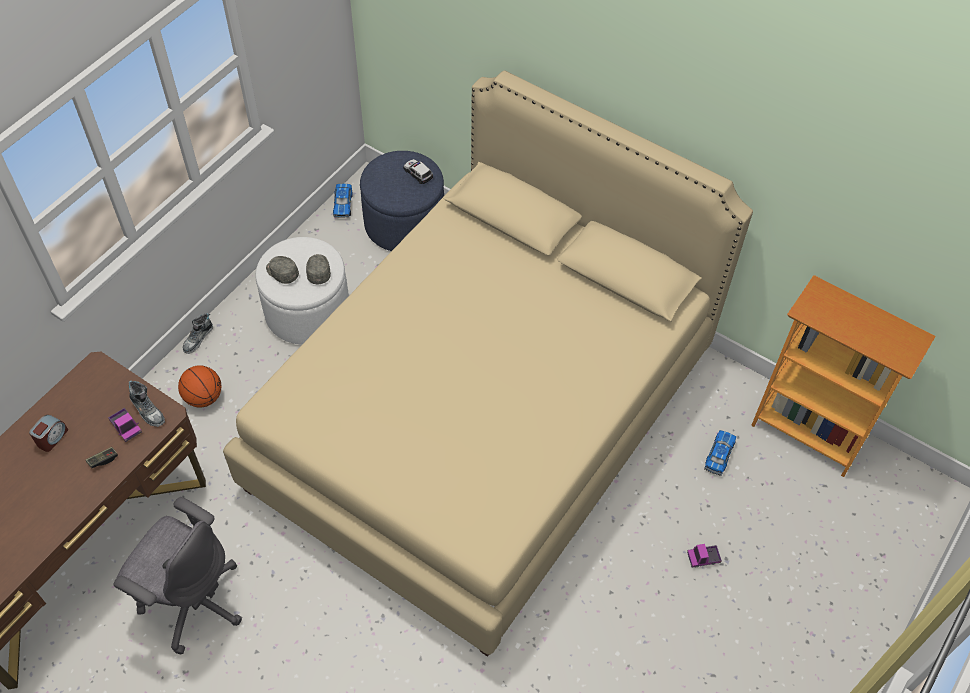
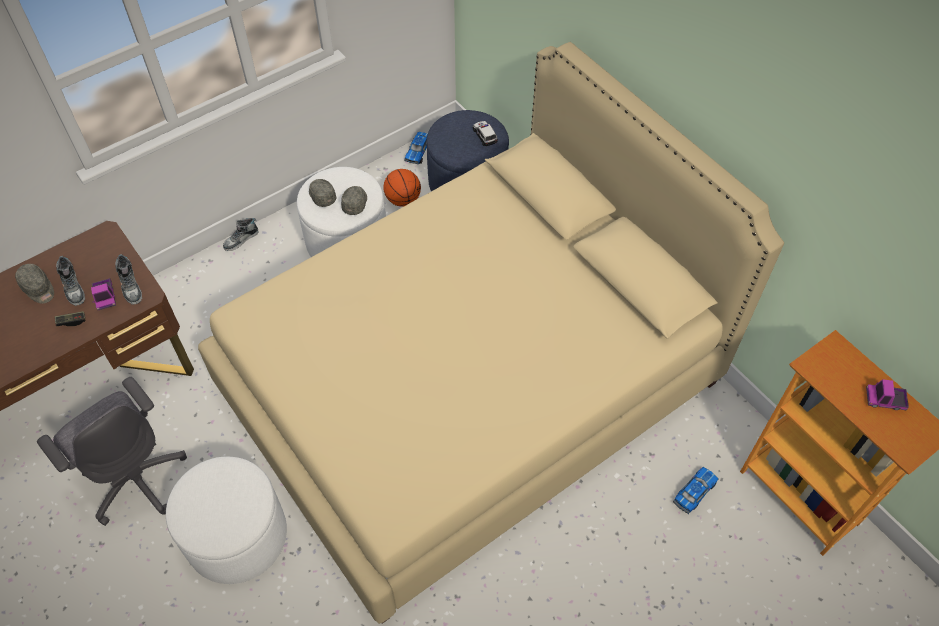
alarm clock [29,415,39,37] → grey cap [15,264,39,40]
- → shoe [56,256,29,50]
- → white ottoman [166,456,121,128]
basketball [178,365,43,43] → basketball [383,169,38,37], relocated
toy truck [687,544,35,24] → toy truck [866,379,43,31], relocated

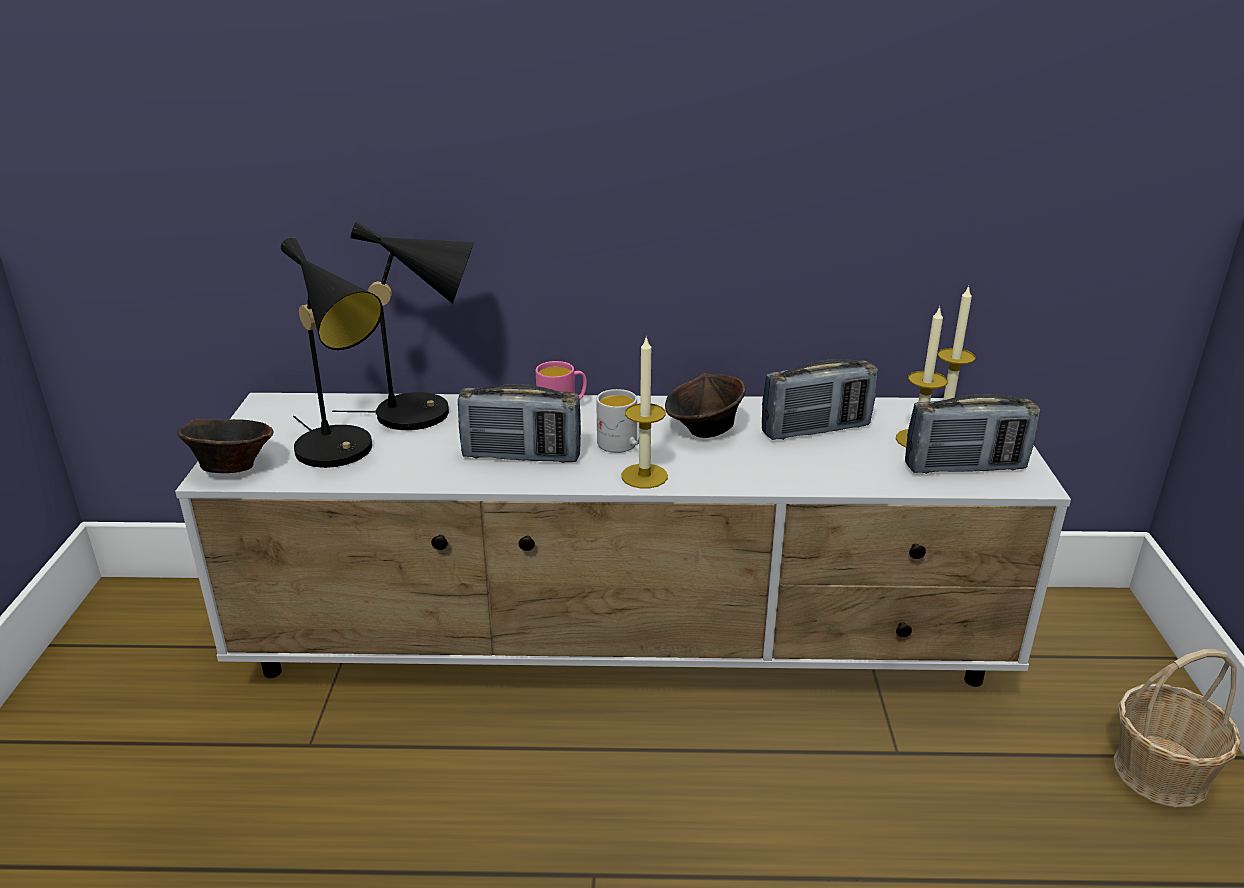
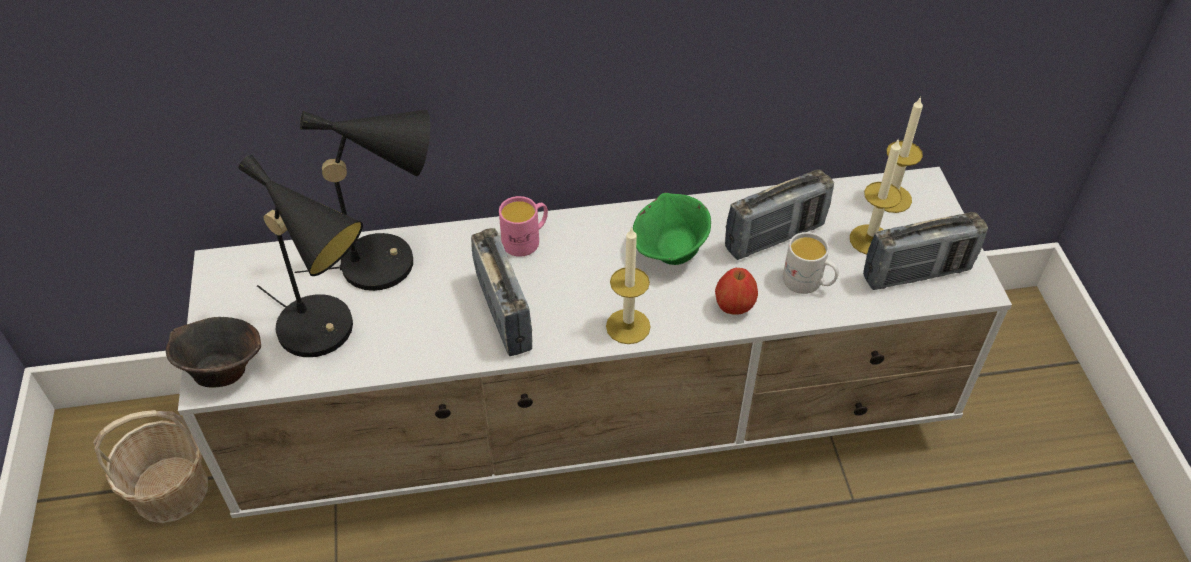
basket [1114,649,127,158] → basket [93,410,115,113], relocated
radio [458,384,123,79] → radio [471,228,61,128], 105 degrees counterclockwise
brown bowl [665,373,81,65] → green bowl [633,193,78,72]
- → apple [715,268,43,47]
white mug [596,389,43,64] → white mug [783,232,56,62], relocated

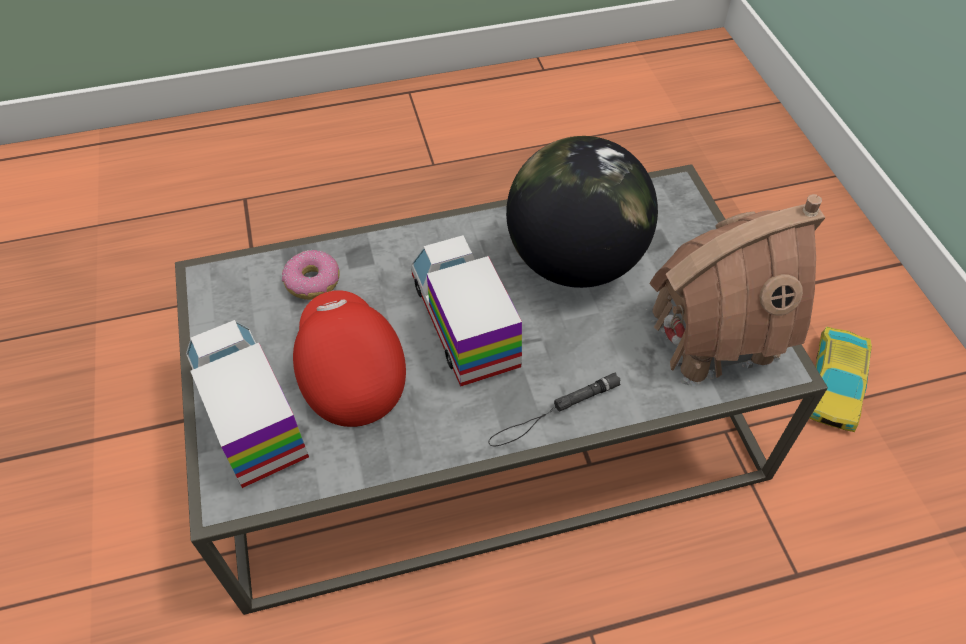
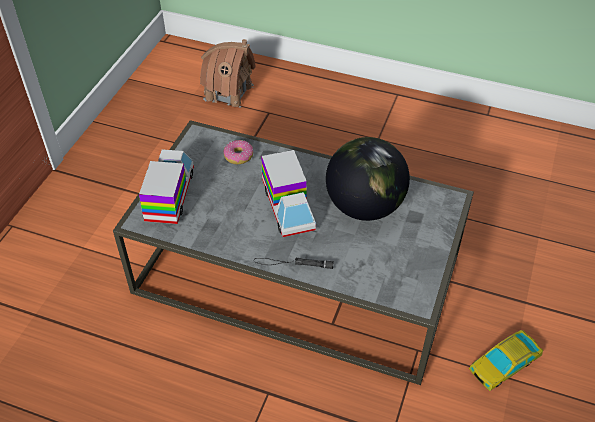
toy house [646,194,179,193] → toy house [200,39,56,70], relocated
toy truck [411,235,111,152] → toy truck [262,150,54,87], 150 degrees clockwise
red cap [293,290,113,137] → -

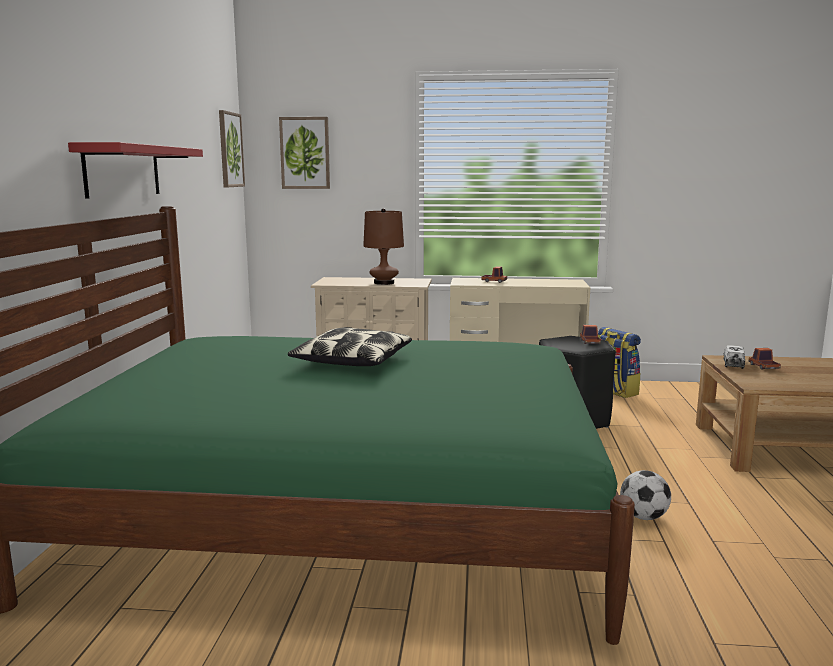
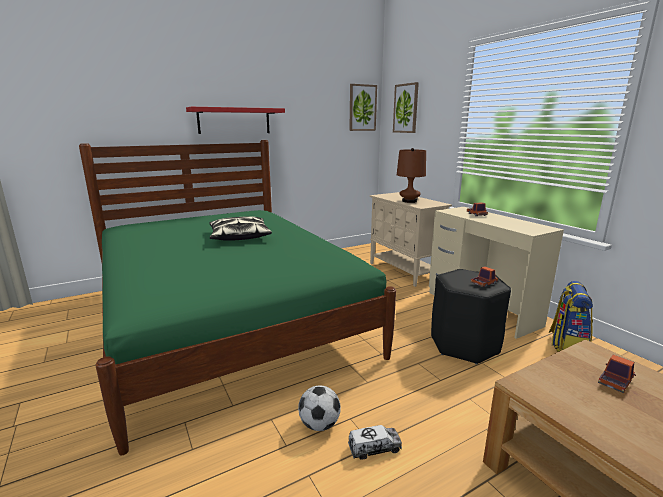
toy truck [723,345,22,24] → toy truck [348,425,54,35], relocated

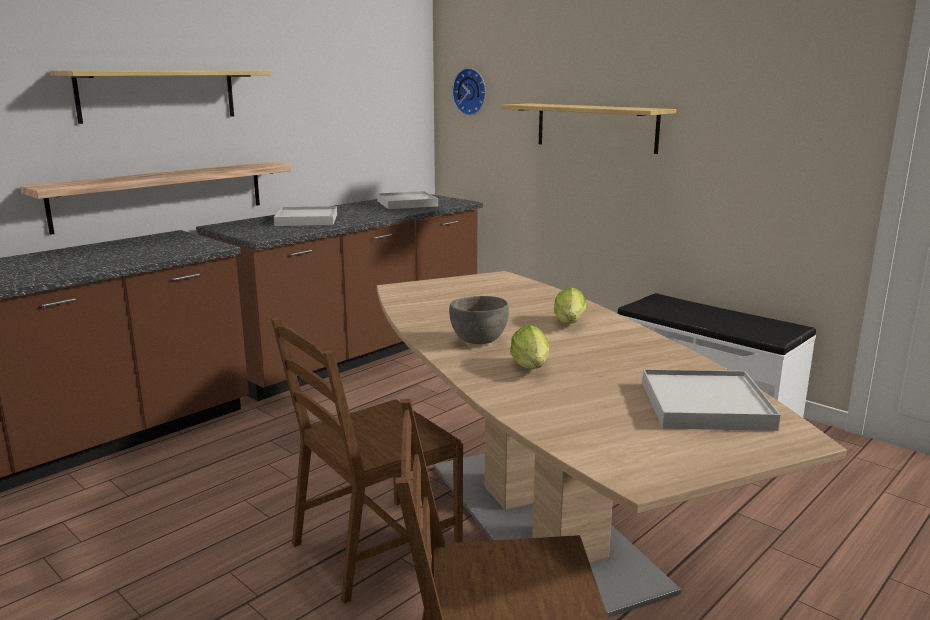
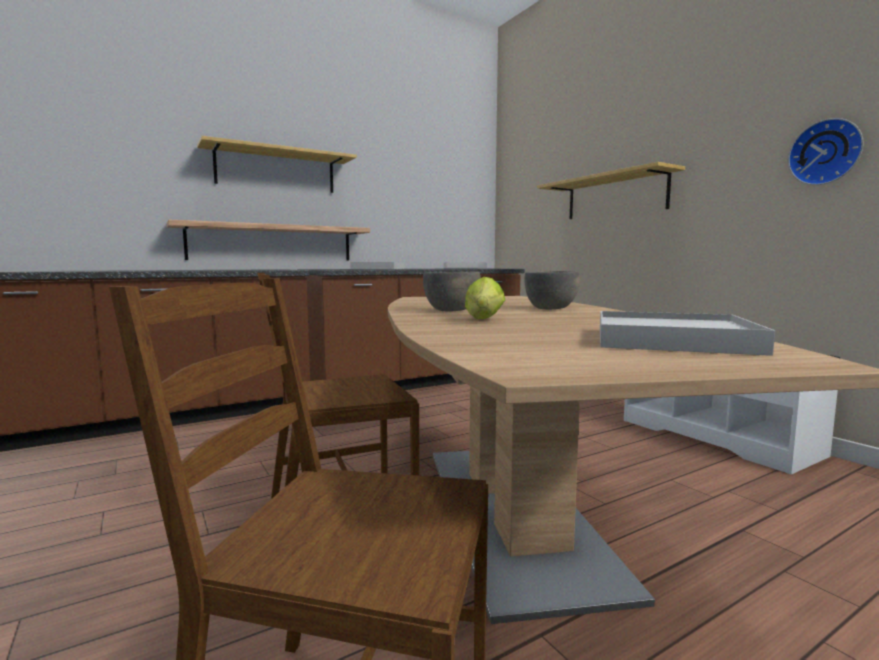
lettuce [554,287,33,37] → grey bowl [524,271,56,38]
wall clock [452,68,34,48] → wall clock [788,118,76,67], relocated

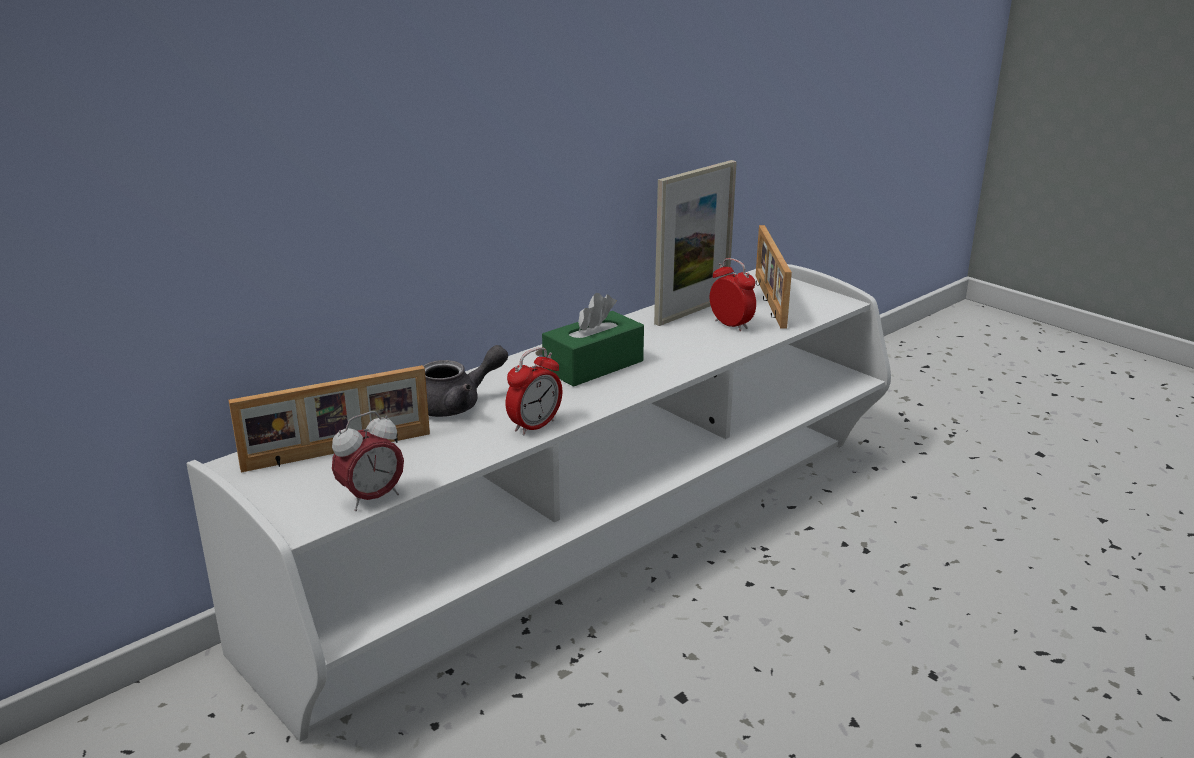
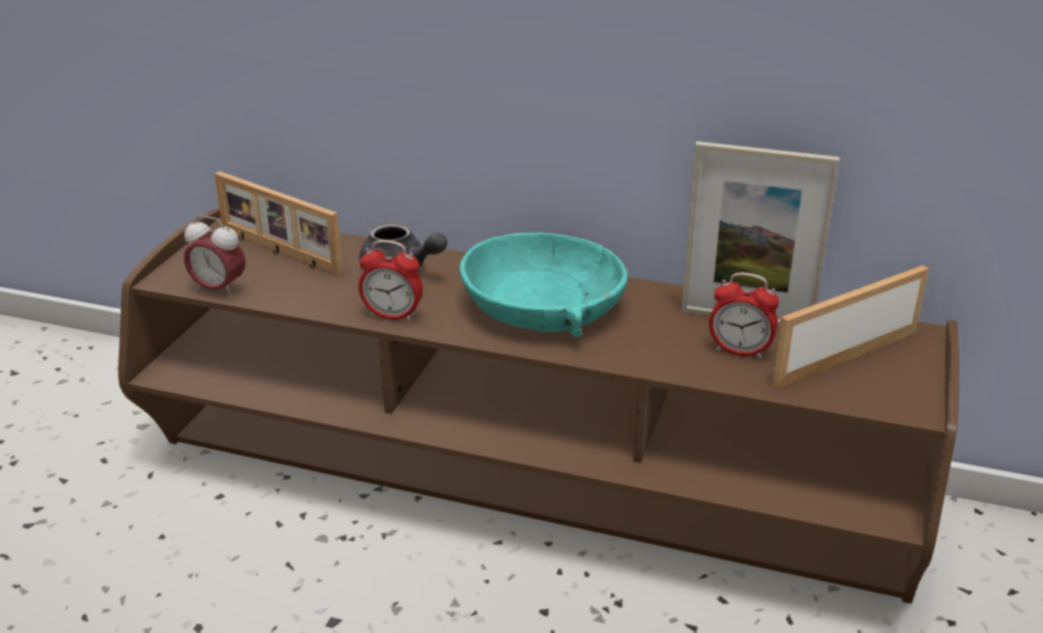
white tv stand [187,264,704,478] → brown tv stand [118,209,841,395]
green tissue box [542,293,102,94] → turquoise bowl [460,233,167,104]
alarm clock [710,258,46,73] → alarm clock [709,273,70,86], 90 degrees clockwise

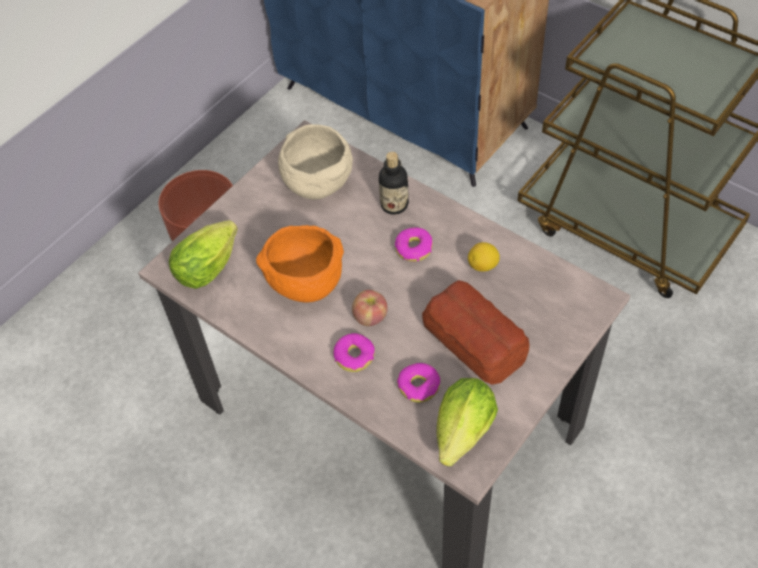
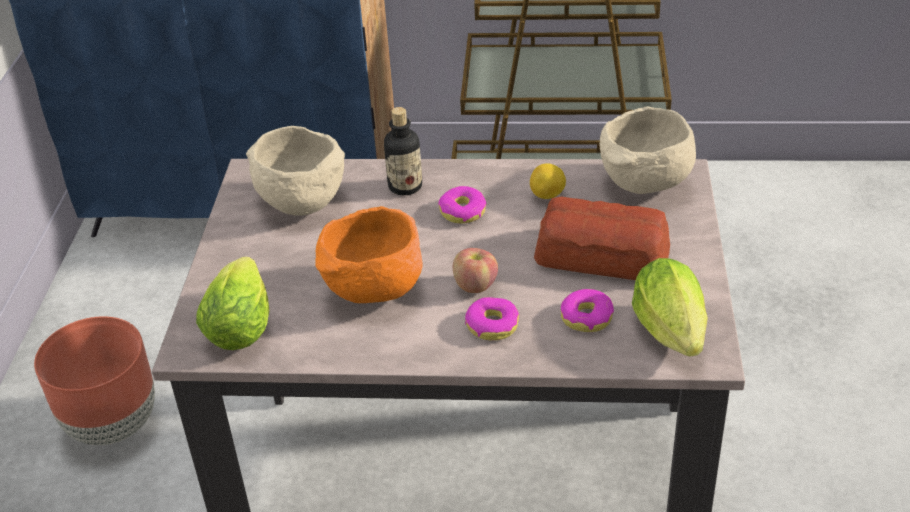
- → beige bowl [599,106,97,88]

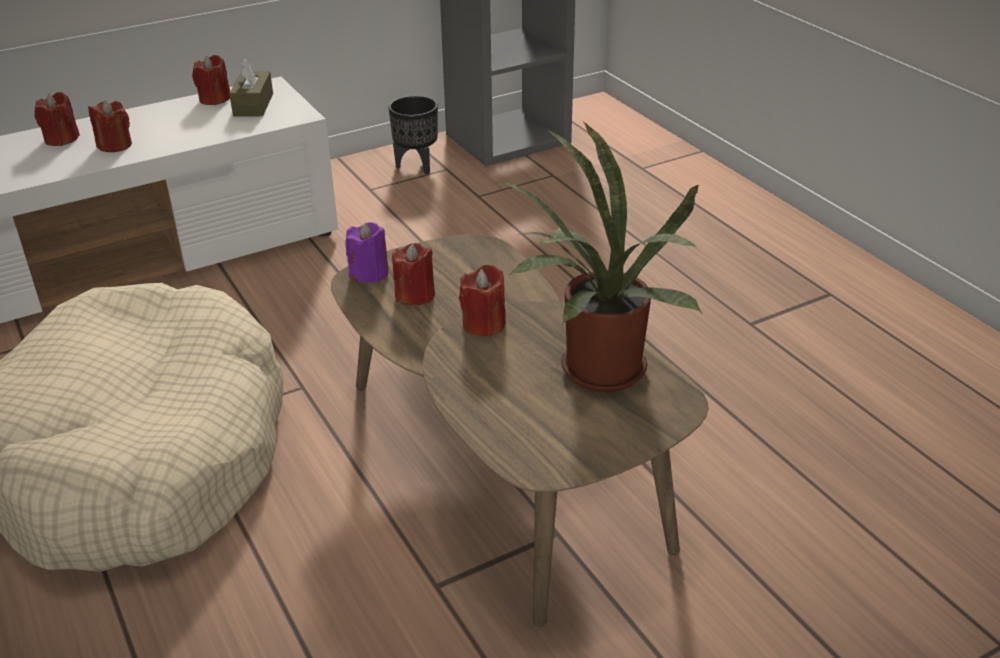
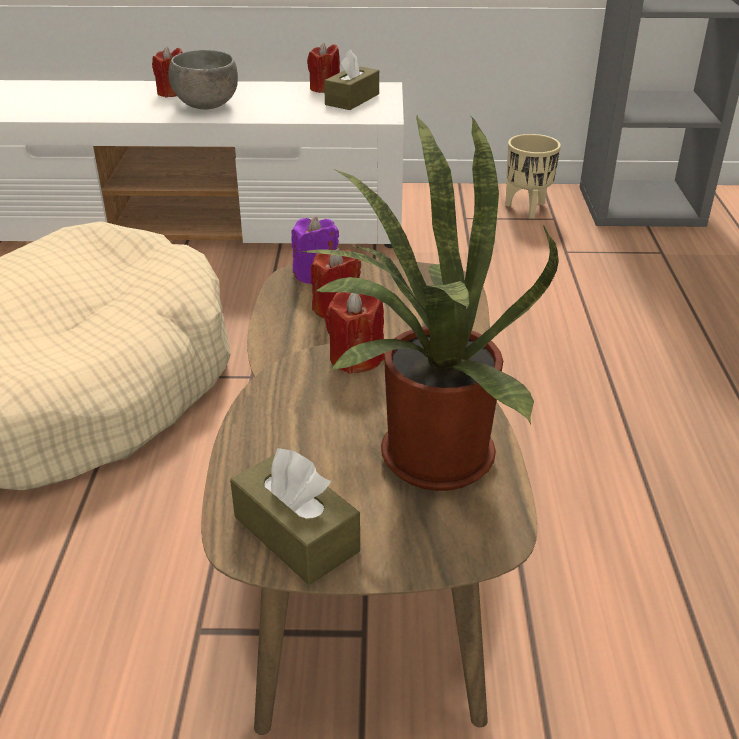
red candle [88,100,44,52] → grey bowl [169,50,69,60]
- → brown tissue box [230,448,130,137]
black planter [388,96,50,78] → beige planter [505,134,56,84]

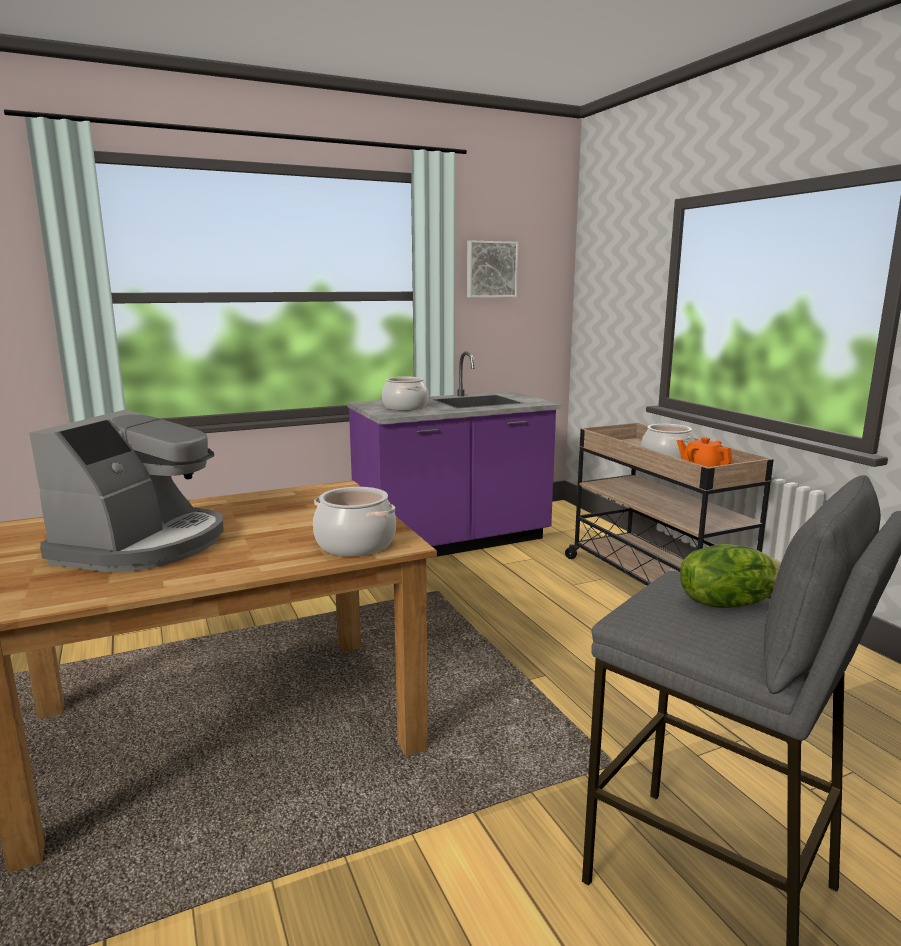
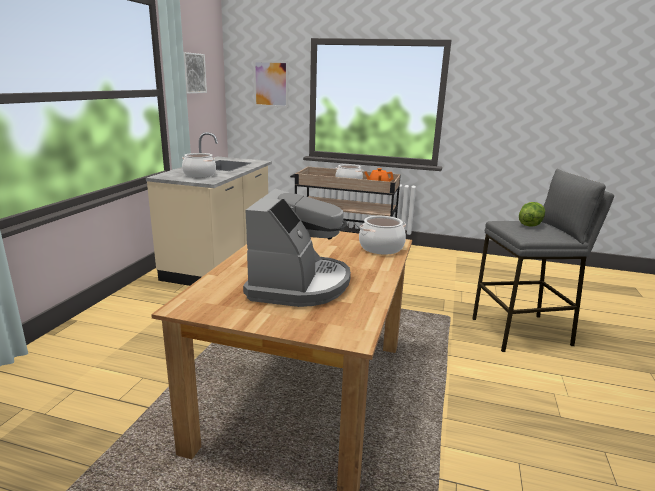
purple counter [347,351,214,207] → beige counter [146,132,126,154]
coffee machine [29,410,195,162] → coffee machine [243,189,108,118], 45 degrees clockwise
- → picture [253,60,35,48]

